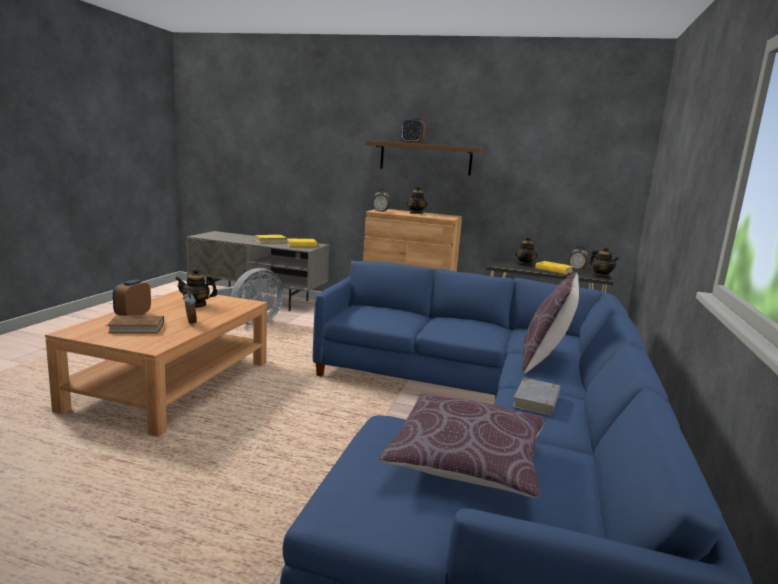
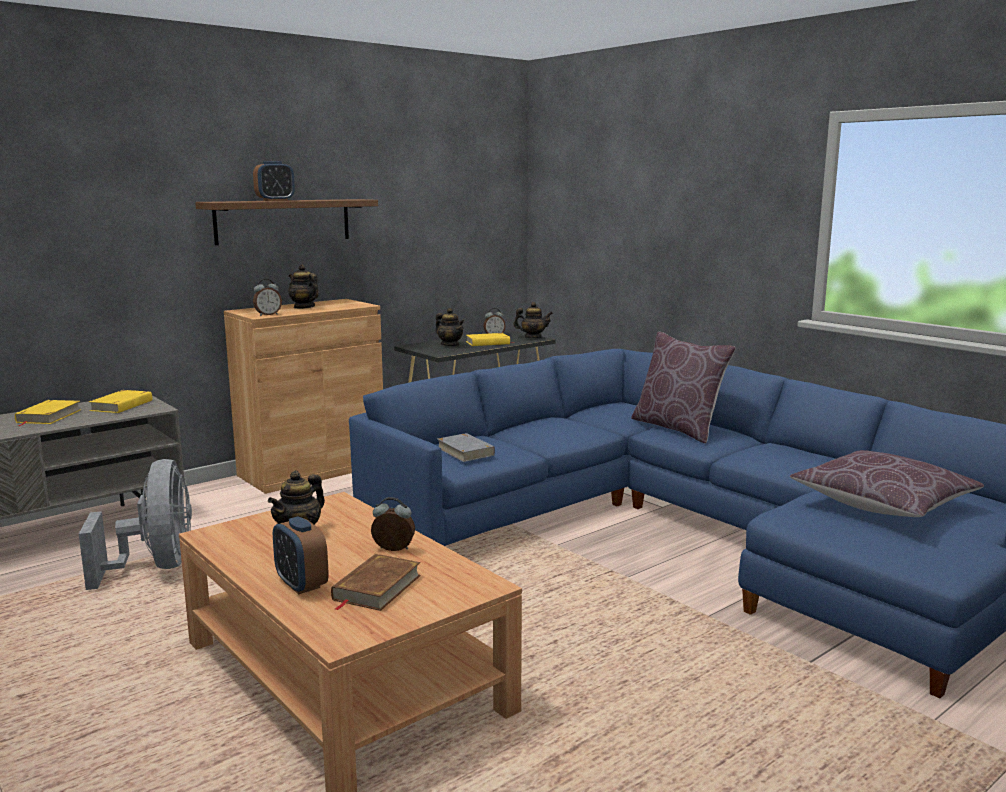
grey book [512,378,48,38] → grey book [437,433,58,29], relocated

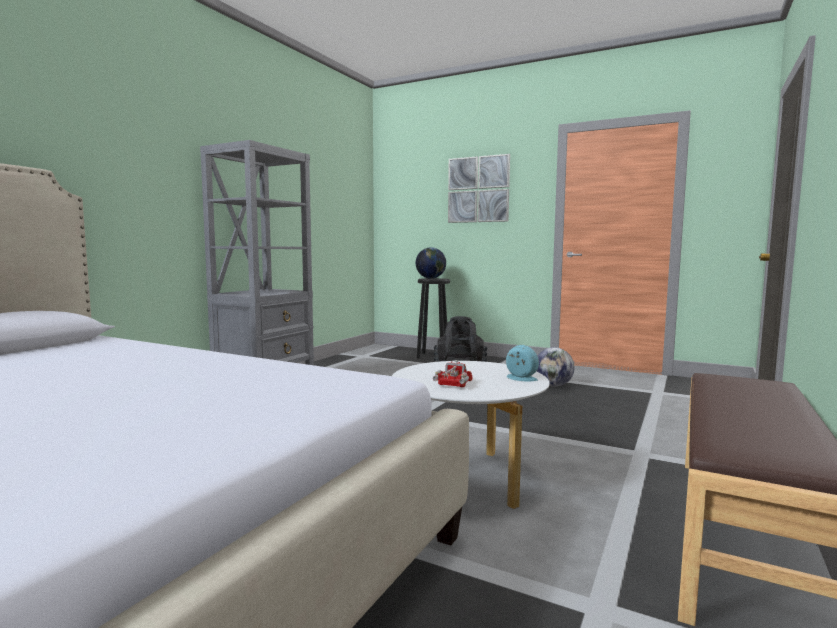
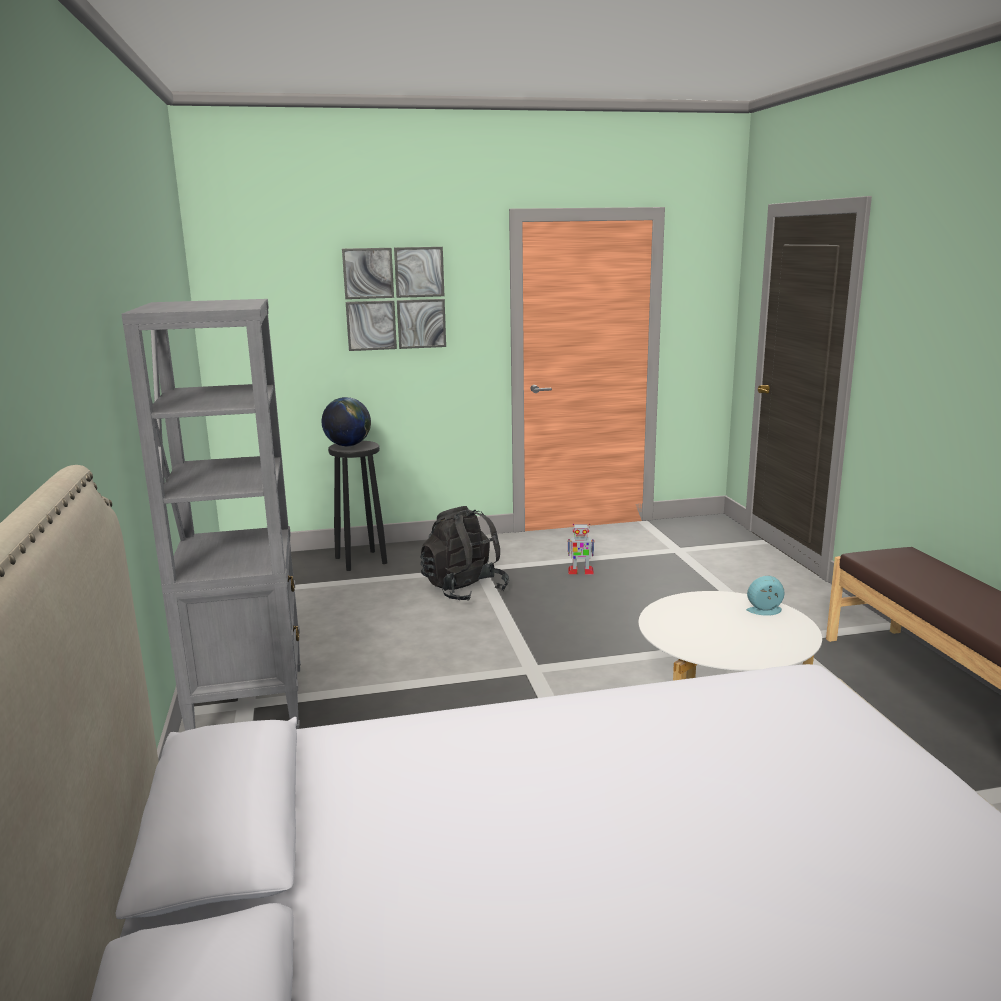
globe [536,347,39,40] → toy robot [567,524,28,50]
toy truck [433,360,39,27] → -

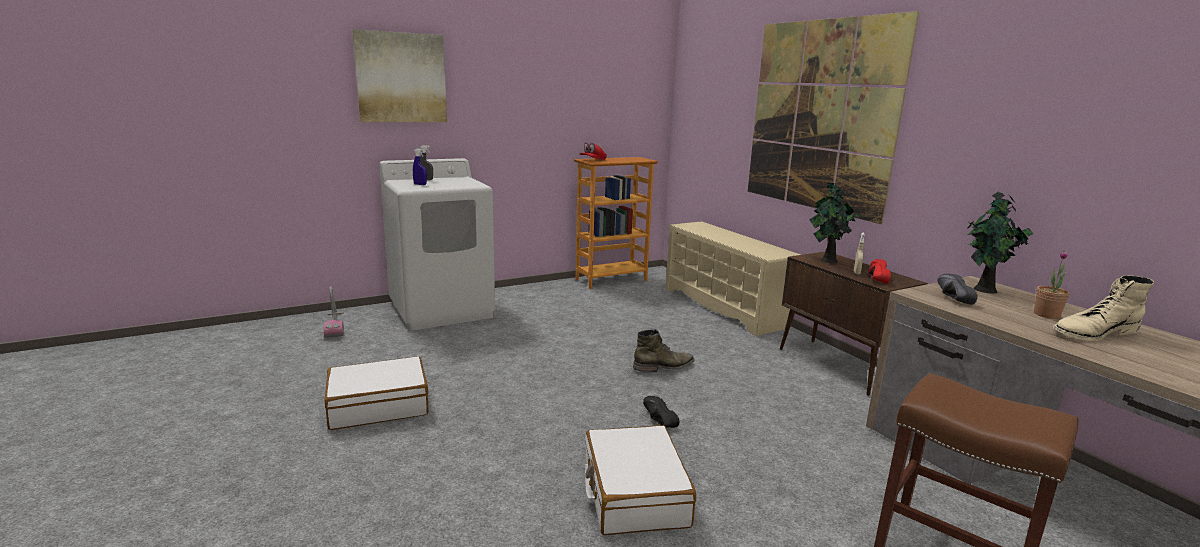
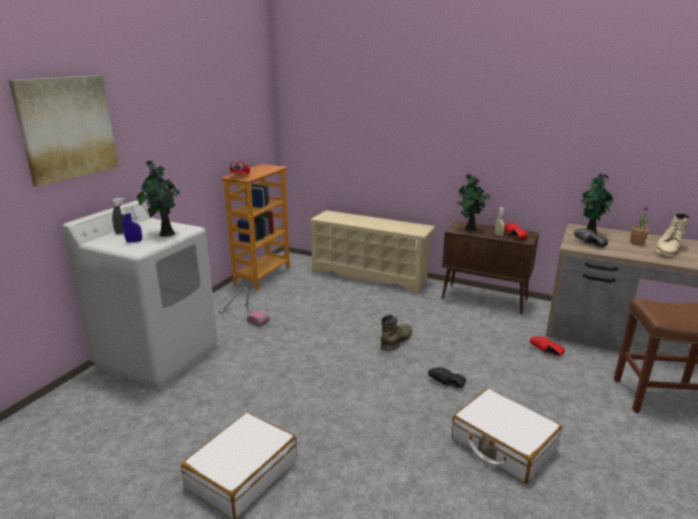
- → potted plant [136,161,44,76]
vacuum cleaner [324,287,20,51] → vacuum cleaner [218,287,52,40], relocated
- → red shoe [530,336,35,20]
picture [747,11,172,213] → -

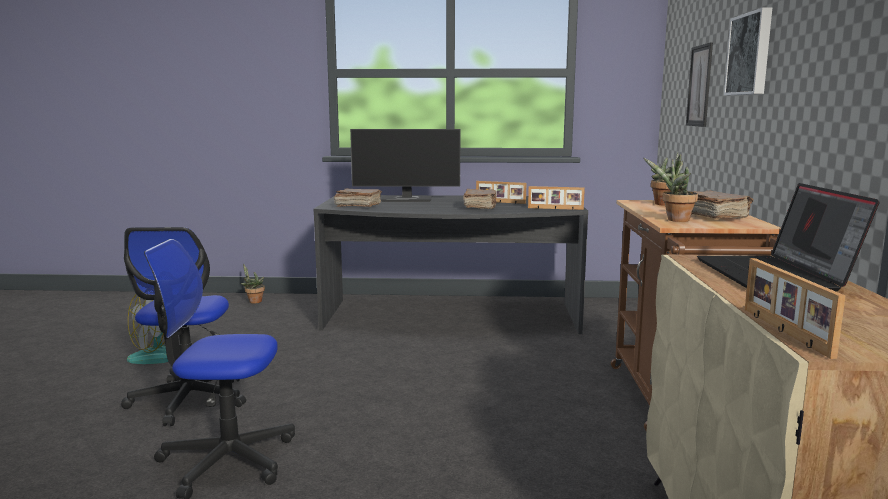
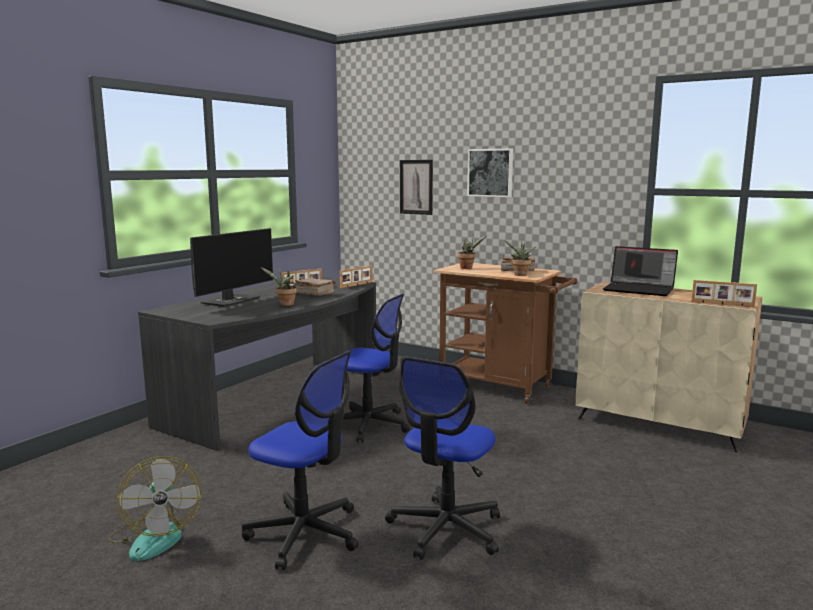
potted plant [241,264,24,40] → potted plant [260,267,37,39], relocated
- → office chair [343,294,67,148]
brown book [334,188,48,19] → -

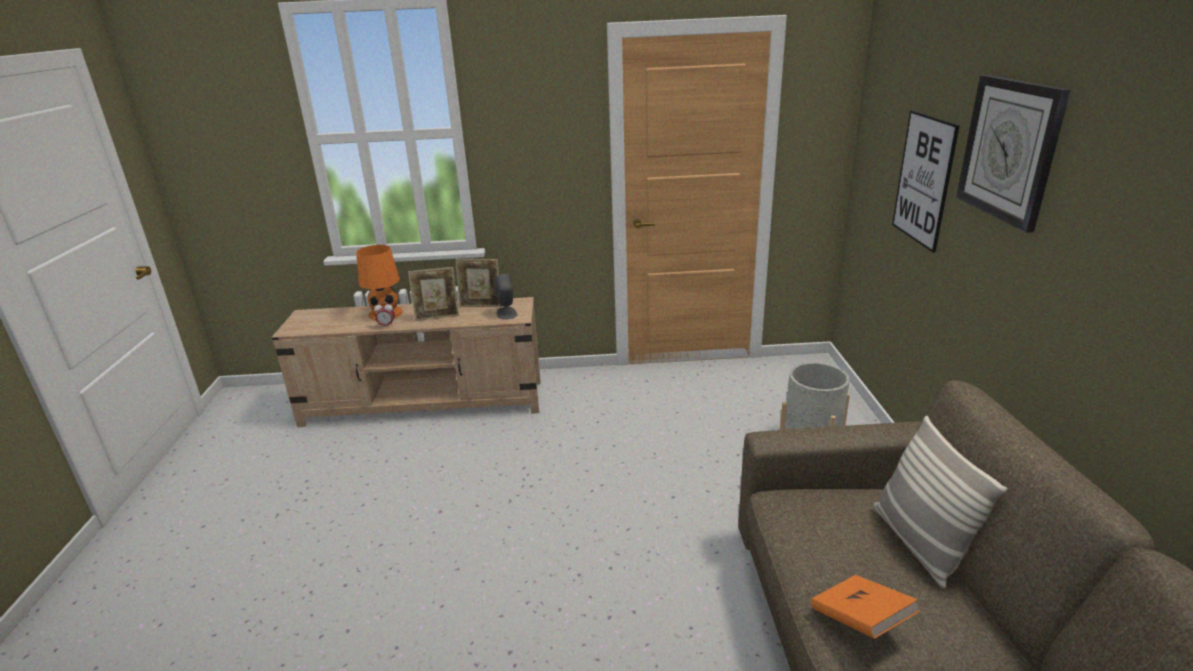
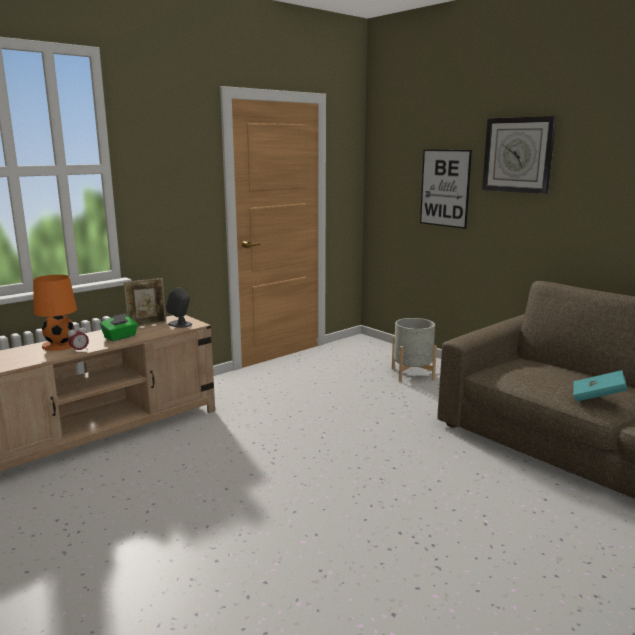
picture frame [408,267,51,54] → green tissue box [100,313,38,28]
orange book [811,575,109,64] → turquoise book [573,370,54,31]
pillow [873,416,135,173] → -

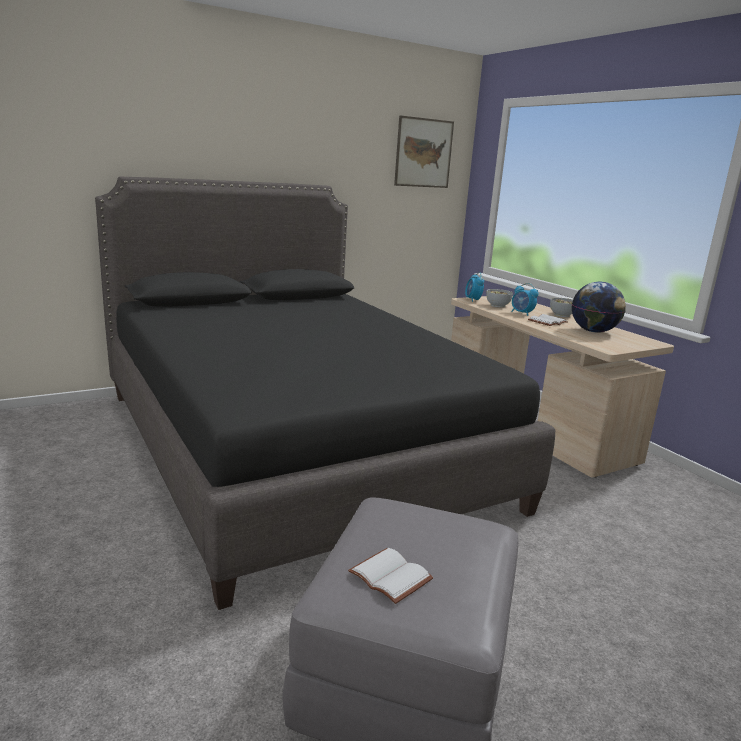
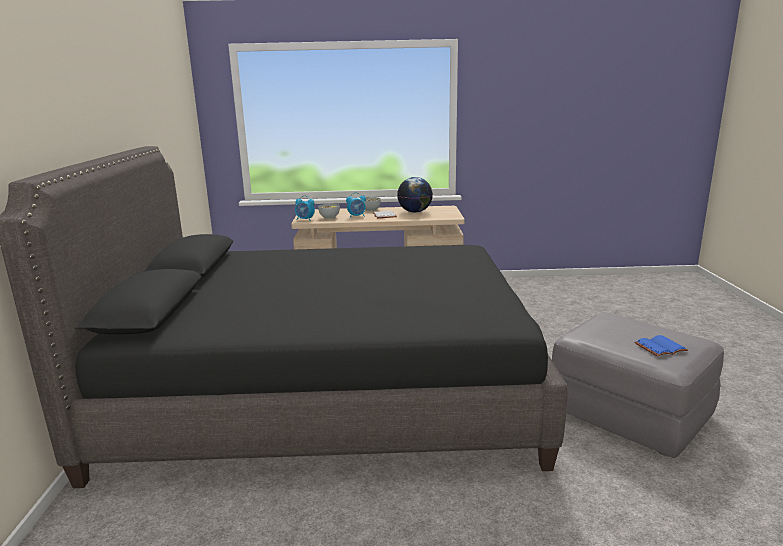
white book [348,548,85,56] → blue book [634,335,54,22]
picture [394,115,60,73] → -

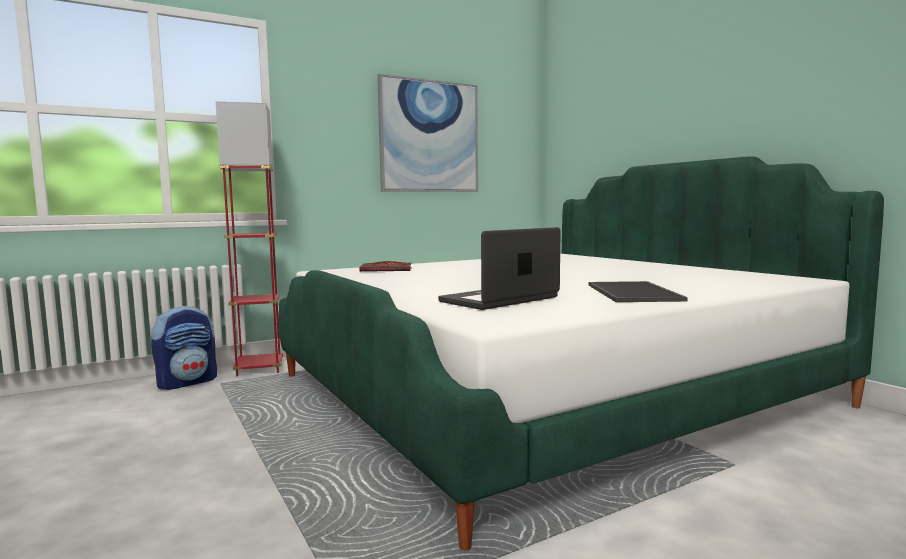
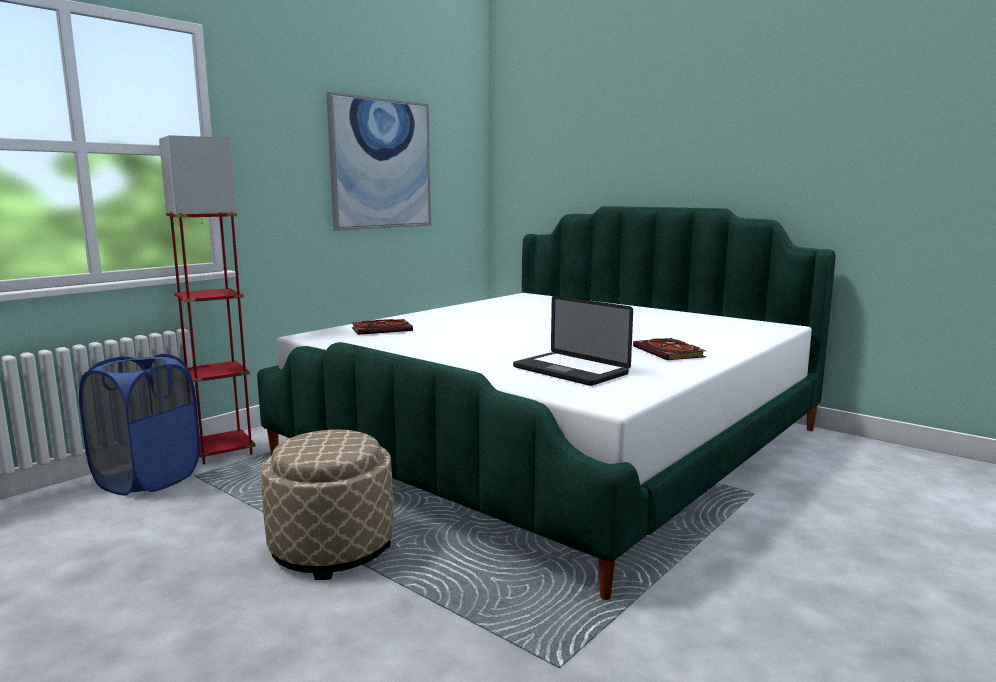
backpack [151,306,66,84] → blue laundry basket [79,354,121,142]
- → beige ottoman [261,430,133,150]
laptop [438,227,122,83] → laptop [513,296,120,90], 75 degrees counterclockwise
tray [589,281,99,21] → book [633,338,73,22]

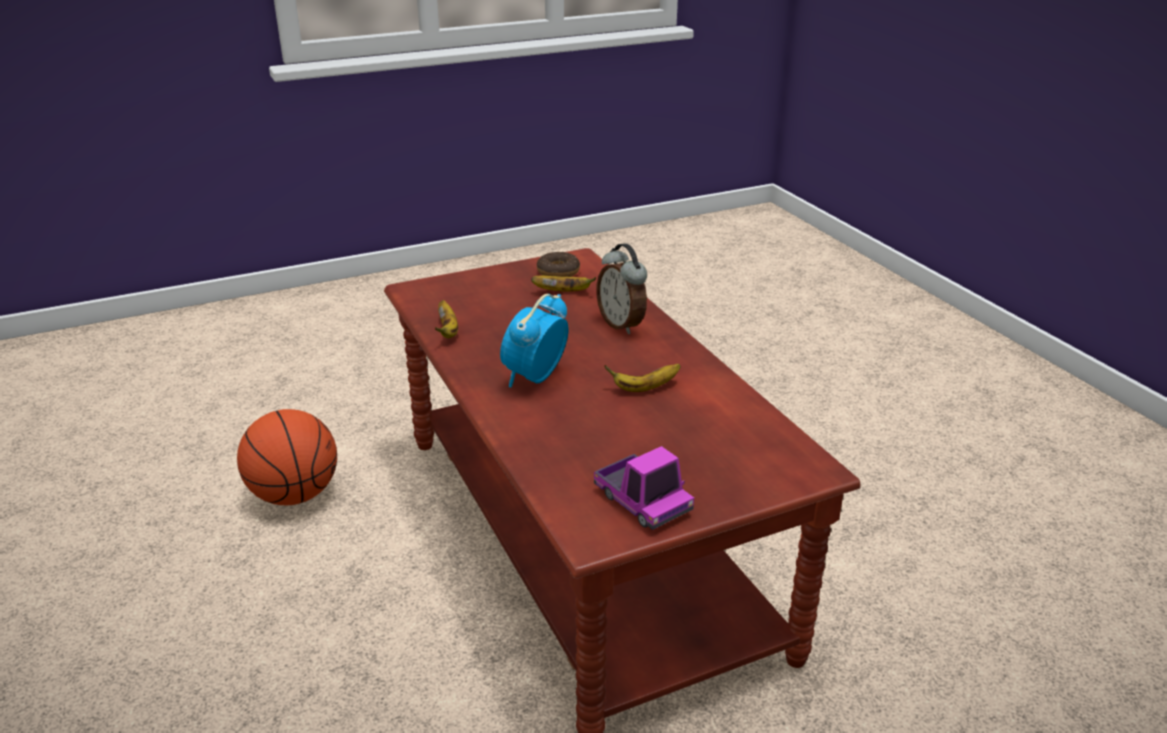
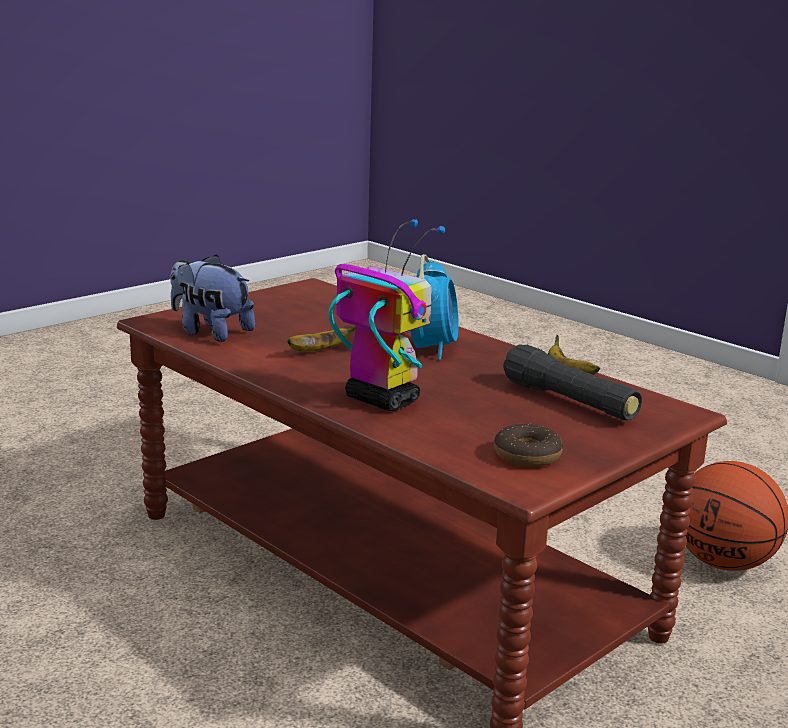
- → plush toy [170,254,85,88]
alarm clock [596,244,51,90] → toy robot [328,219,117,192]
- → black flashlight [503,345,139,75]
banana [531,275,65,17] → -
toy truck [594,446,100,84] → -

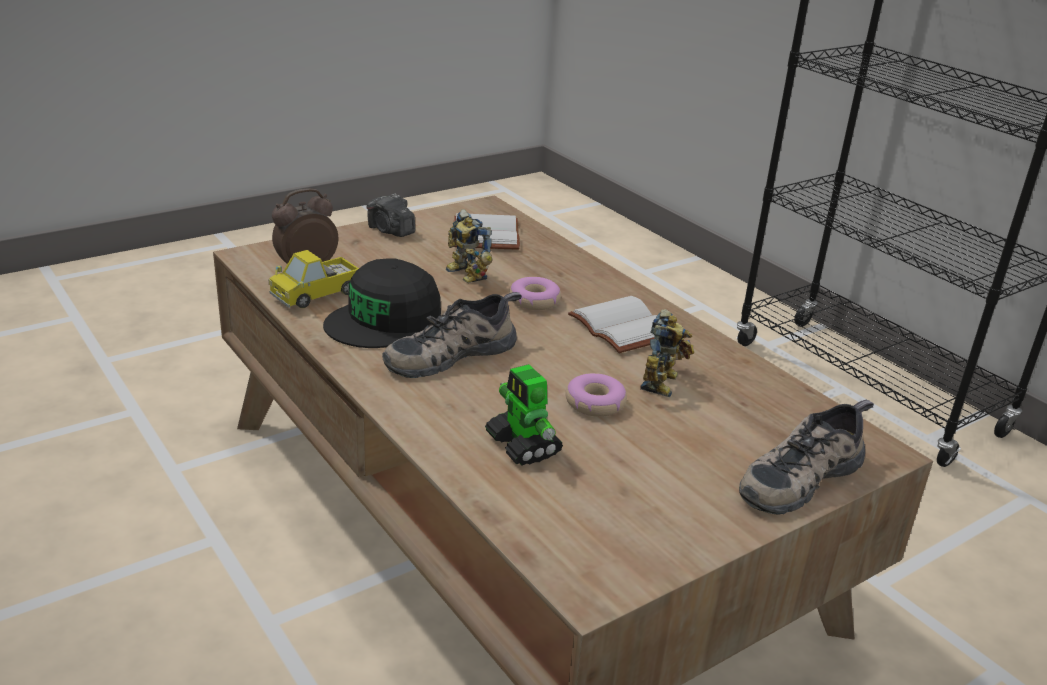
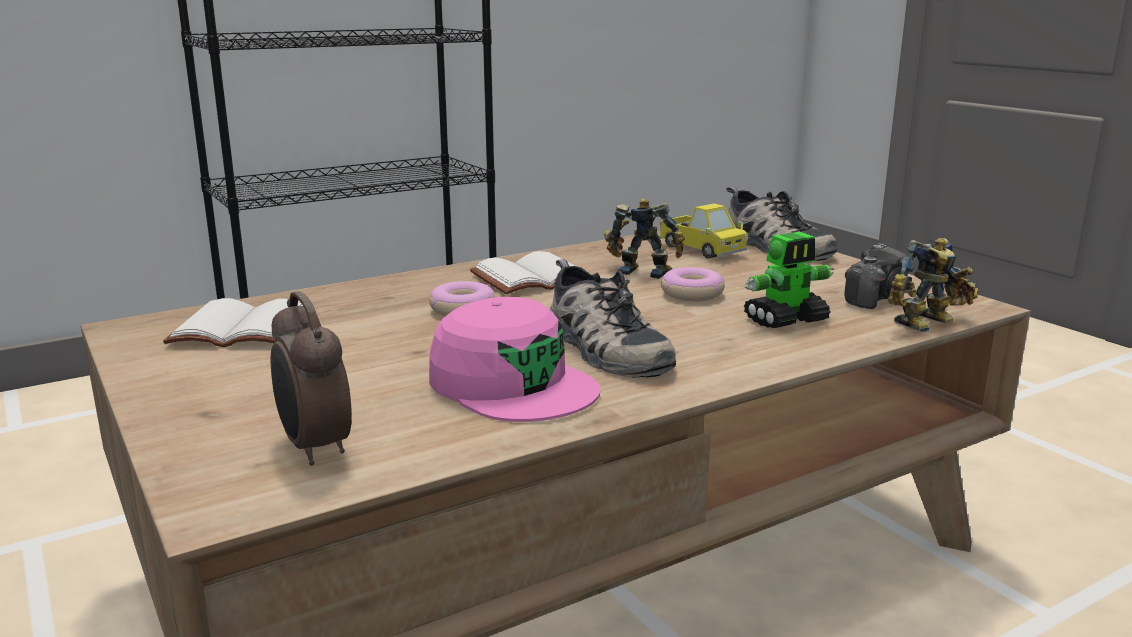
black cap [323,259,118,89] → pink cap [429,297,171,125]
toy truck [269,250,90,58] → toy truck [659,204,89,54], relocated
photo camera [366,193,49,44] → photo camera [844,243,63,66], relocated
toy robot [445,209,48,74] → toy robot [888,238,91,94], relocated

